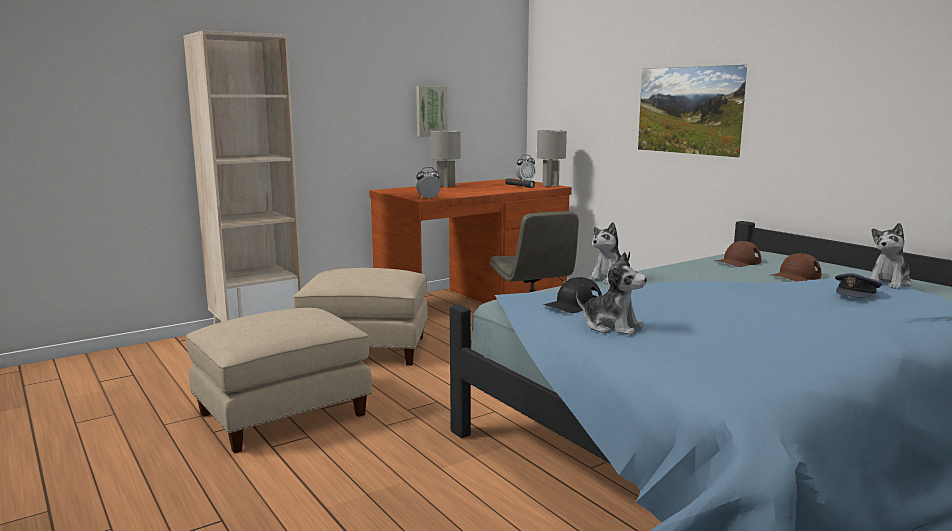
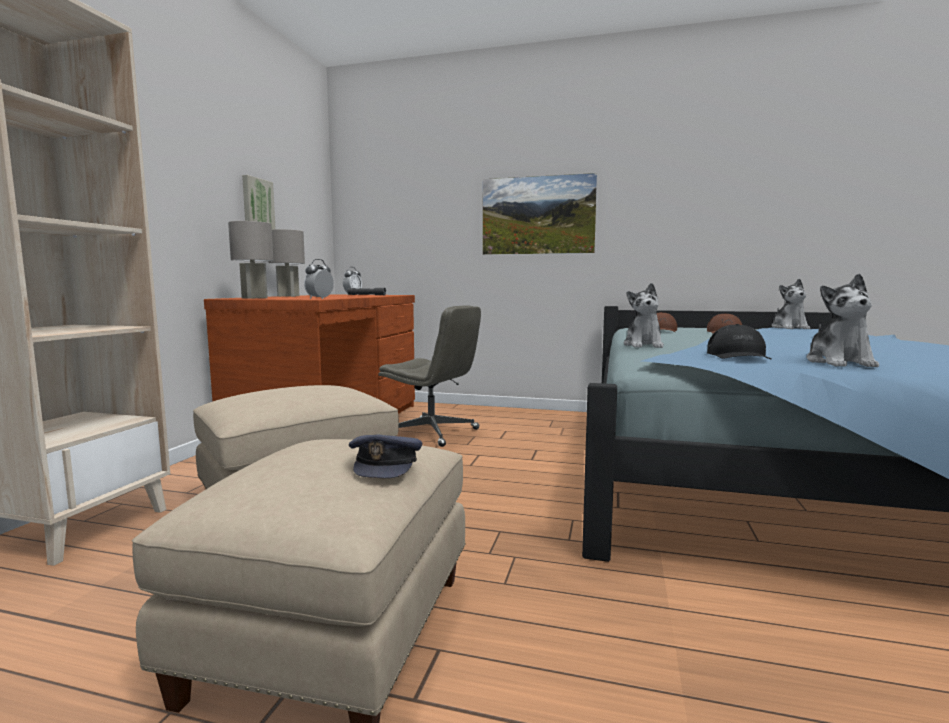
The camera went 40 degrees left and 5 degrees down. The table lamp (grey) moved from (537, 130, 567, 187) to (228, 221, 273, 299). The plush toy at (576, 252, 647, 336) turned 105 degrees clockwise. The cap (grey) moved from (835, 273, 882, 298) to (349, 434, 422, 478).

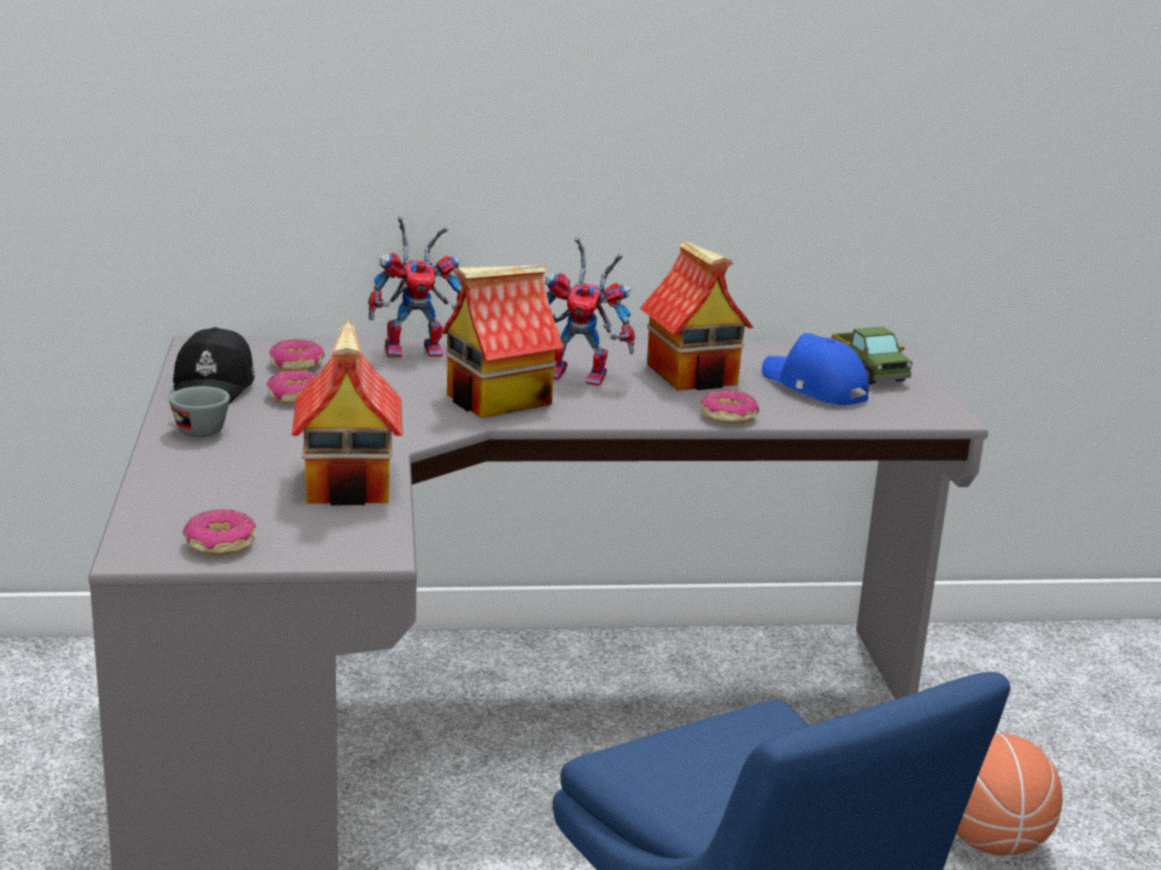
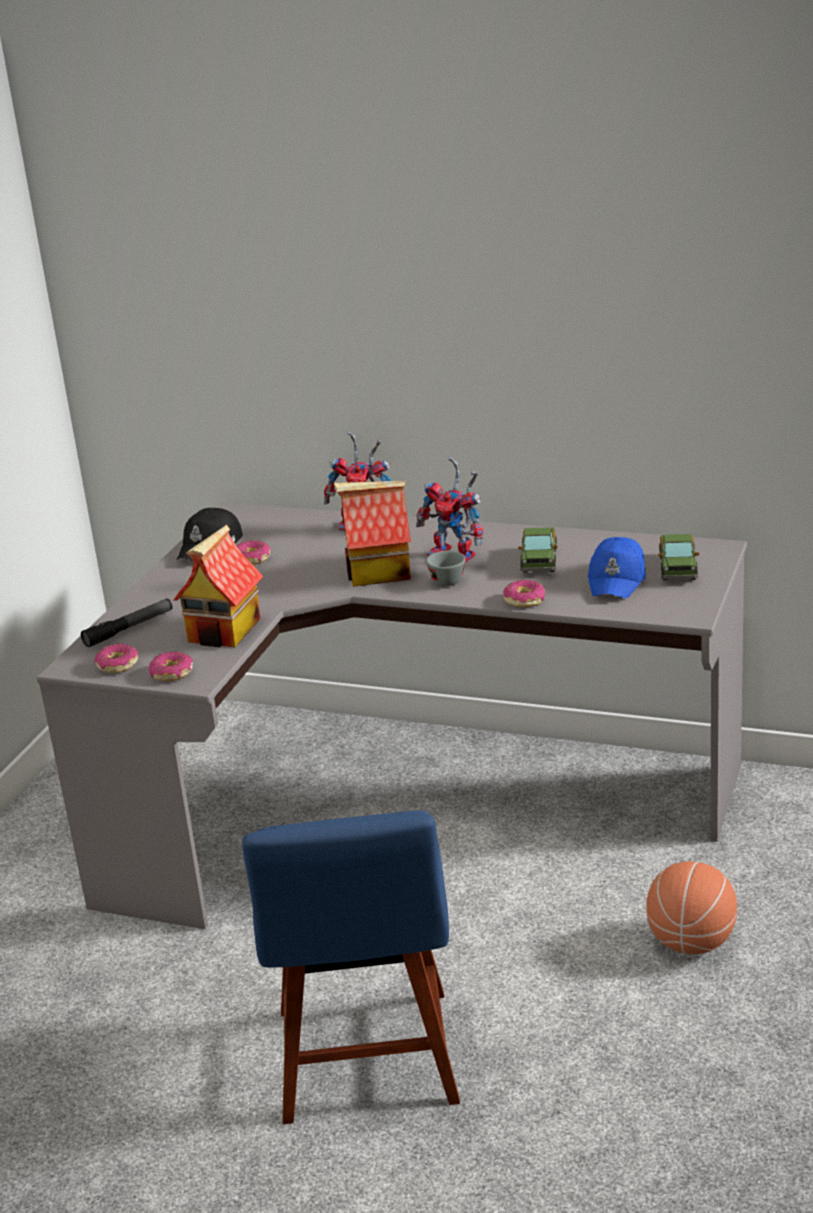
The camera went 30 degrees right and 5 degrees up. The cup (grey) moved from (169, 386, 230, 437) to (426, 551, 466, 586). The donut moved from (269, 339, 325, 371) to (149, 651, 193, 681). The toy house at (640, 240, 753, 391) was replaced by the toy truck at (518, 527, 558, 573). The cap (blue) at (762, 333, 869, 405) turned 150 degrees counterclockwise. The flashlight at (81, 598, 173, 647) appeared.

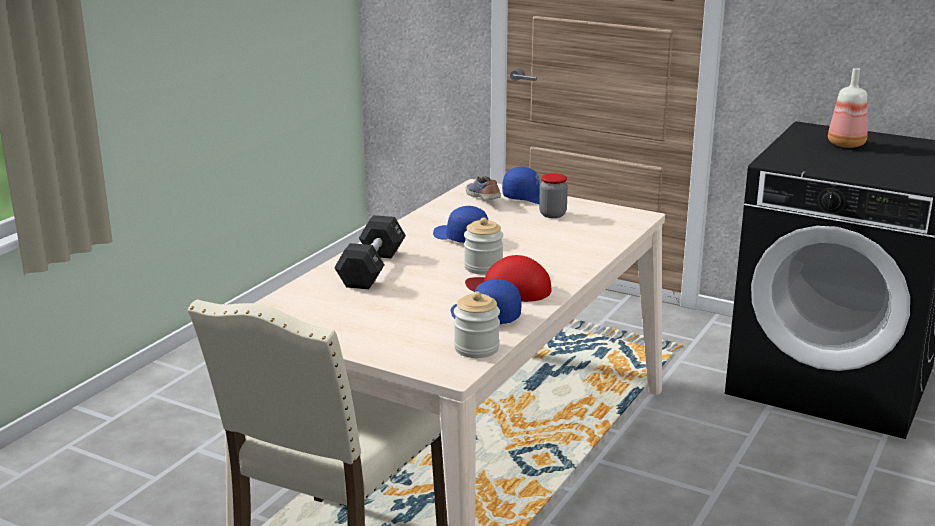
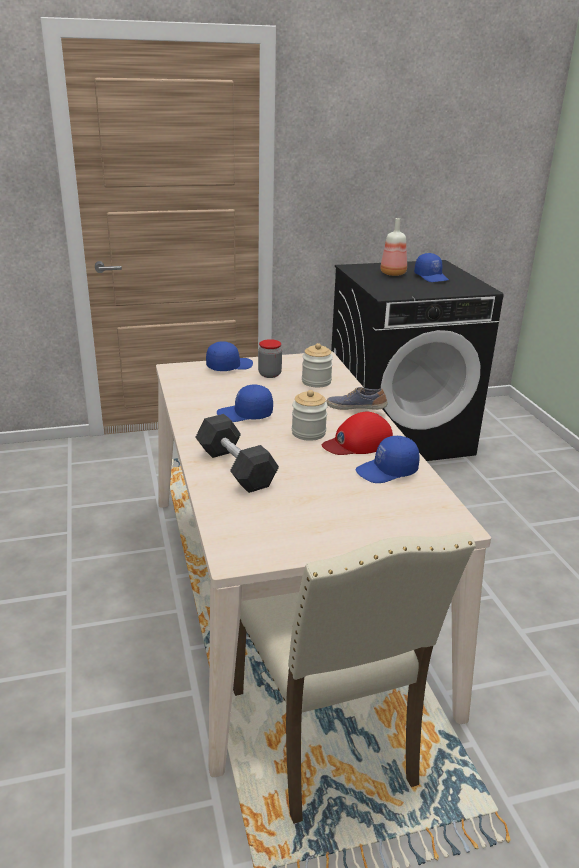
The camera went 45 degrees left and 5 degrees up. The jar moved from (454, 292, 500, 358) to (302, 343, 333, 387). The shoe moved from (466, 176, 501, 200) to (327, 387, 388, 410). The cap (blue) at (414, 253, 449, 282) appeared.

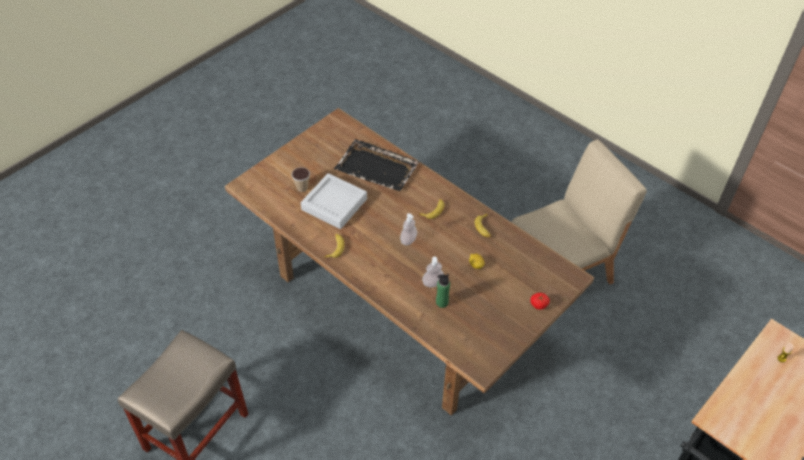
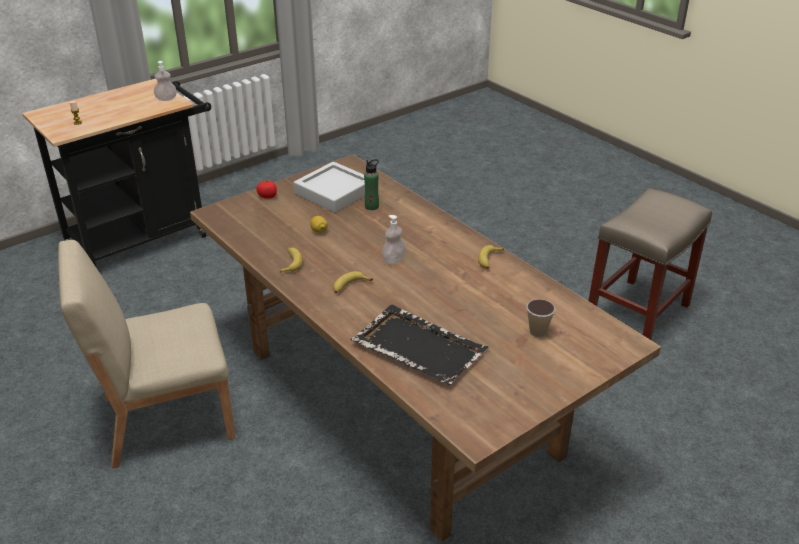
The camera went 170 degrees left and 15 degrees down. The tray (grey) moved from (301, 173, 367, 229) to (293, 162, 365, 213). The soap dispenser moved from (422, 256, 444, 287) to (154, 61, 177, 101).

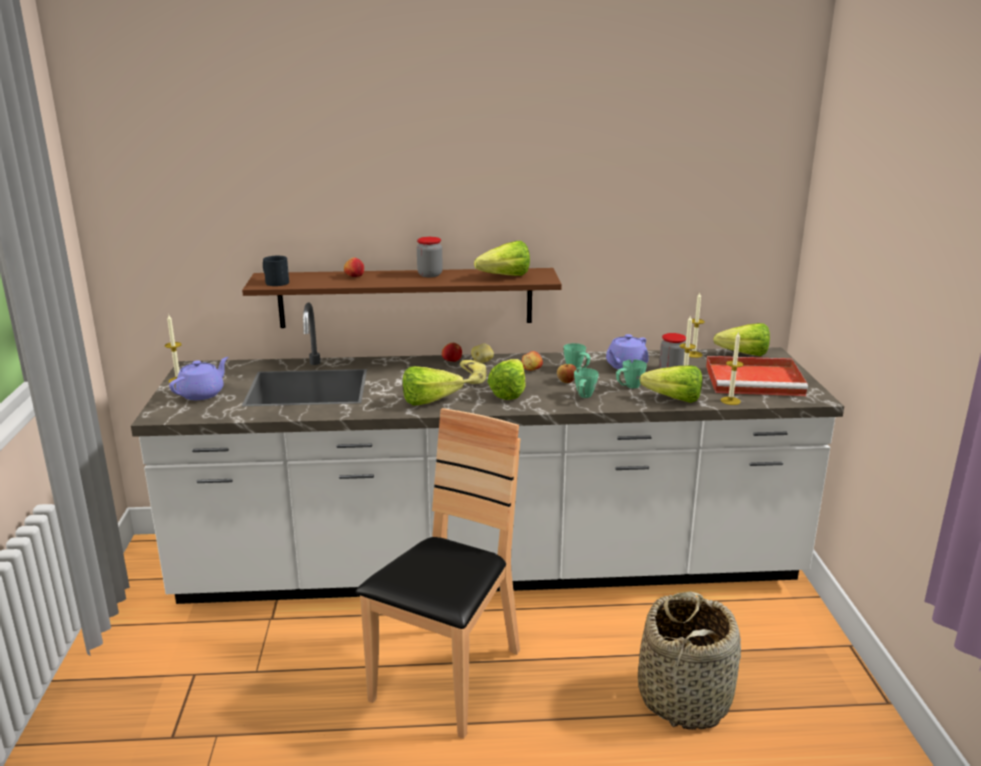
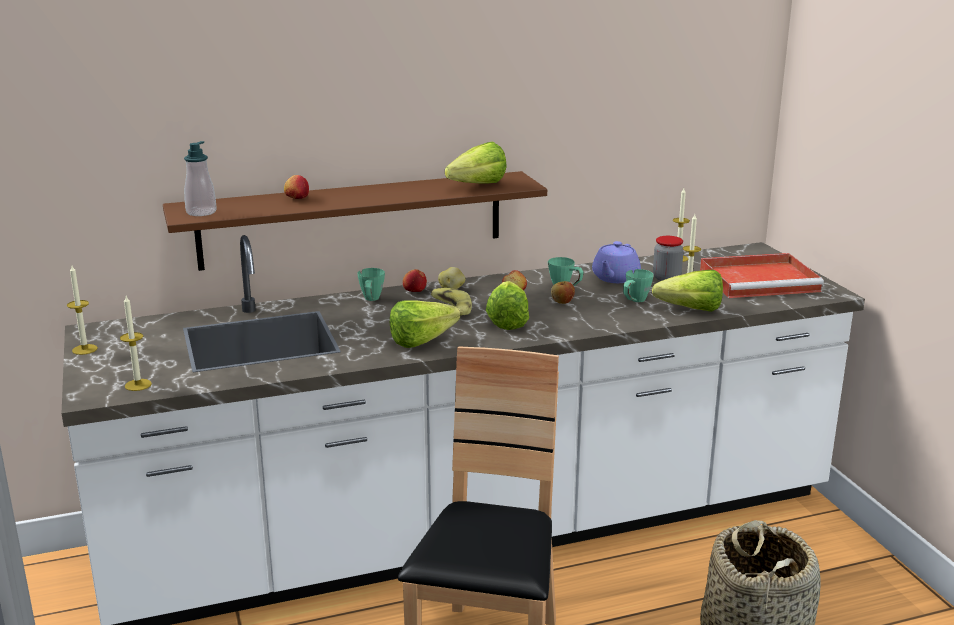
The camera went 15 degrees left and 0 degrees up. The teapot (purple) at (169, 357, 228, 400) disappeared. The mug (black) at (263, 256, 289, 286) was replaced by the soap dispenser at (184, 141, 217, 216). The jar at (417, 237, 443, 277) disappeared. The mug (green) moved from (574, 368, 599, 398) to (357, 268, 385, 301). The lettuce at (713, 323, 770, 356) disappeared. The candle moved from (721, 331, 744, 405) to (120, 296, 152, 391).

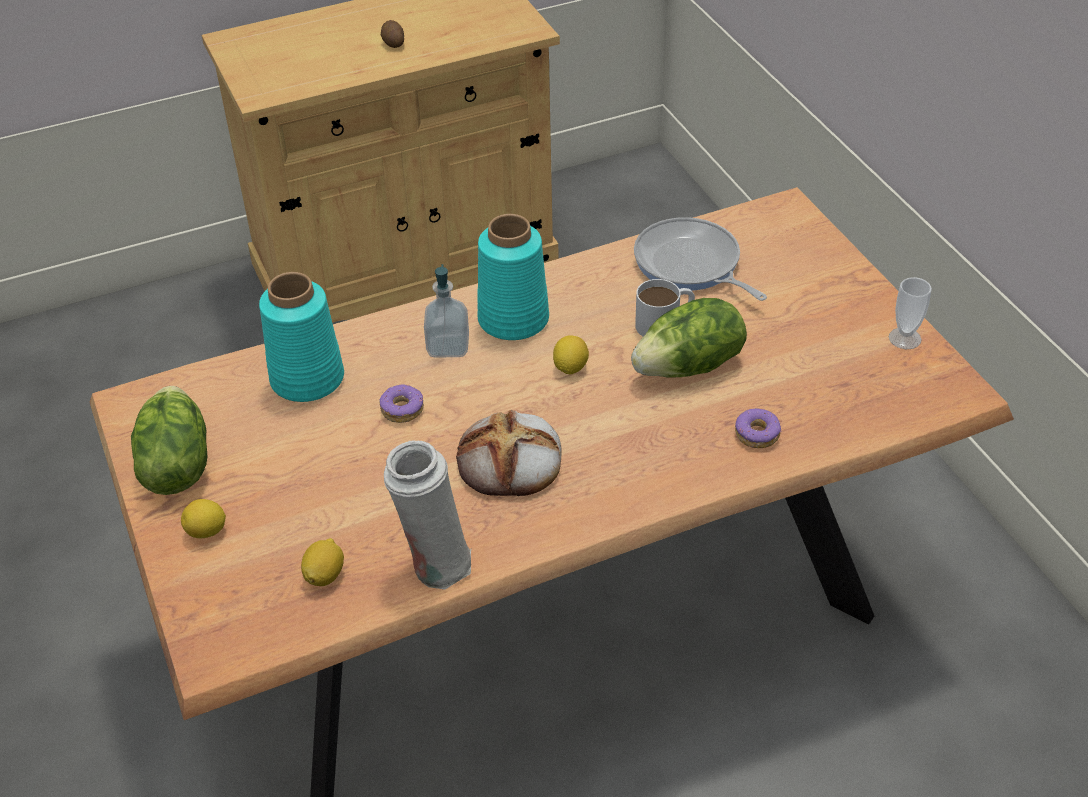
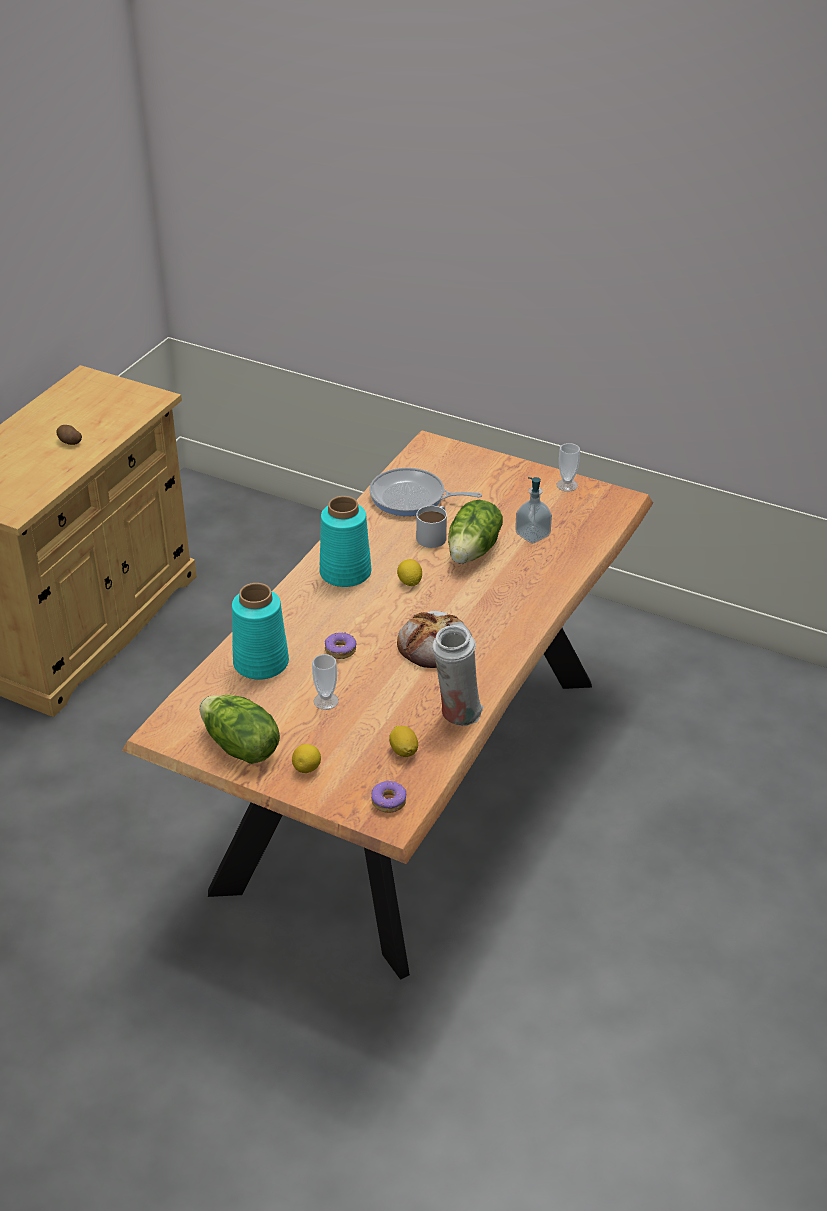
The camera went 40 degrees left and 5 degrees down. The soap dispenser moved from (424, 264, 469, 358) to (515, 477, 552, 544). The donut moved from (735, 408, 781, 448) to (371, 781, 406, 813). The cup at (312, 654, 339, 710) appeared.

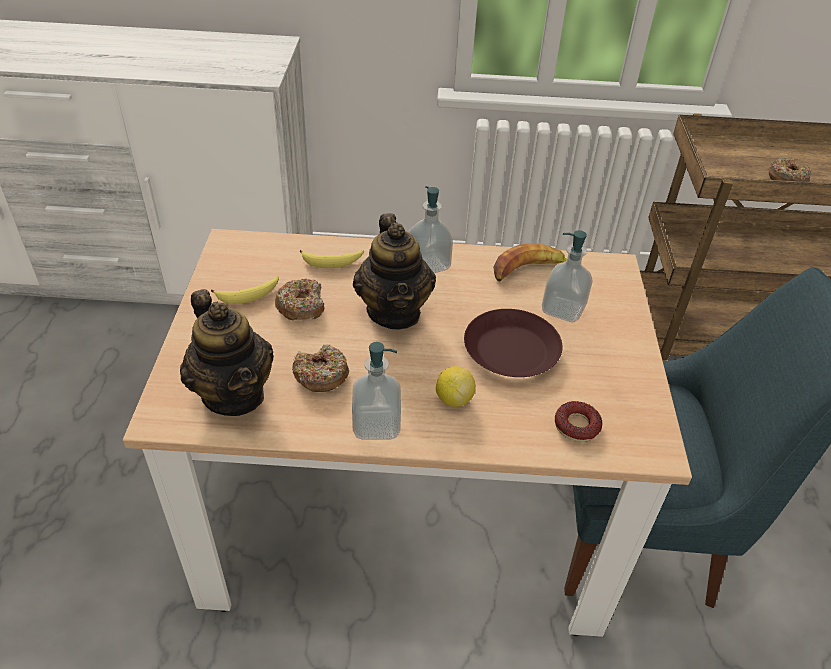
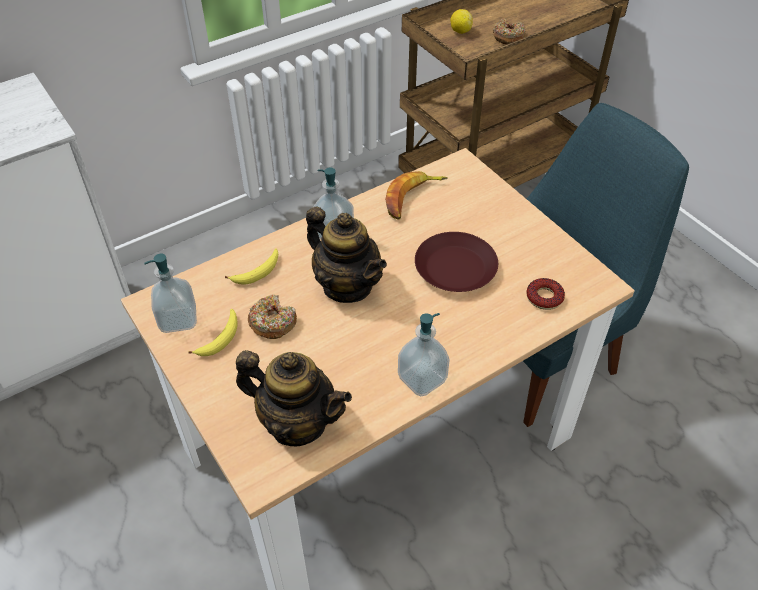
The camera went 35 degrees left and 5 degrees up. The donut at (292, 344, 349, 392) disappeared. The lemon moved from (436, 366, 476, 407) to (450, 9, 473, 34). The soap dispenser moved from (542, 230, 593, 323) to (144, 254, 197, 333).

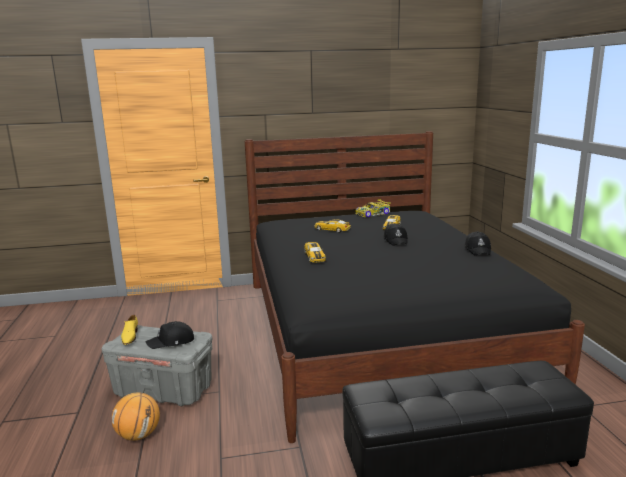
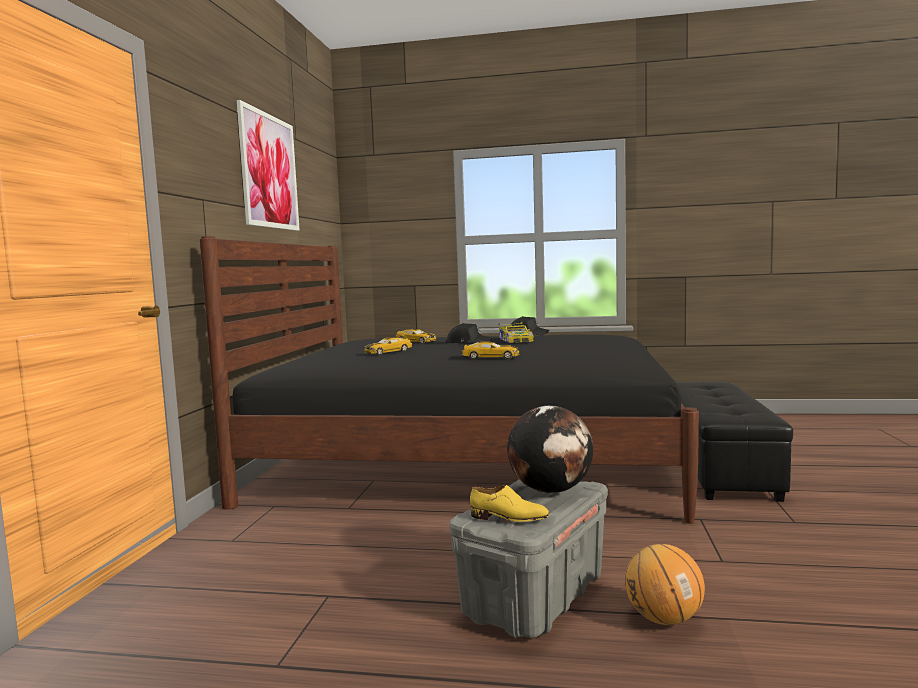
The camera went 70 degrees left and 10 degrees down. The cap (black) at (146, 321, 194, 349) was replaced by the globe at (507, 406, 593, 493). The toy car moved from (355, 199, 391, 217) to (499, 322, 534, 343). The picture at (237, 100, 300, 231) appeared.

